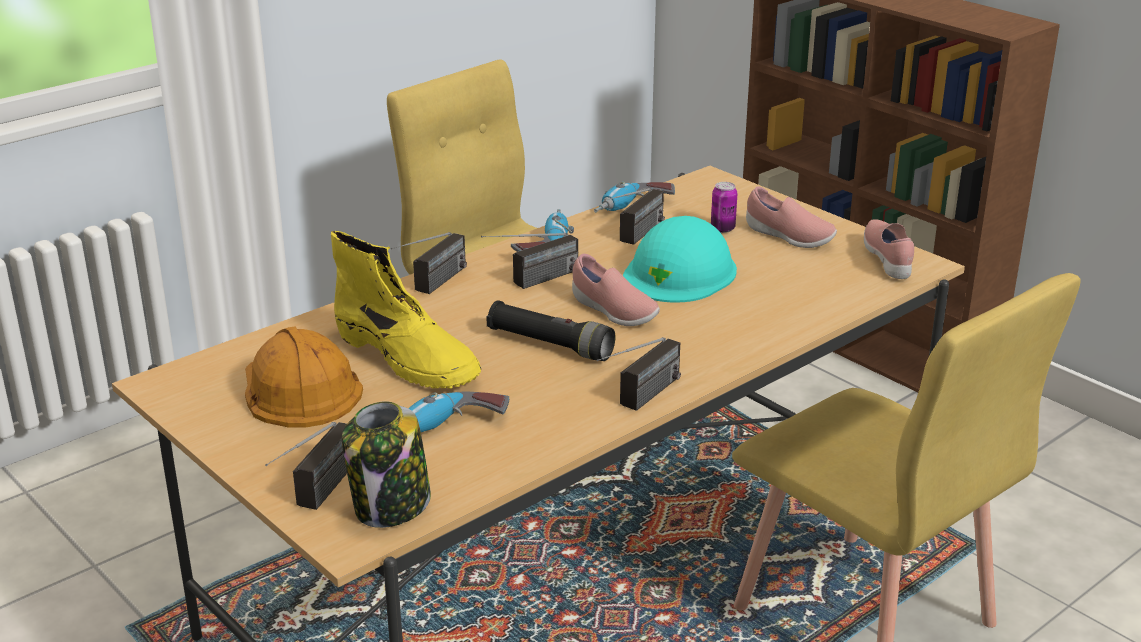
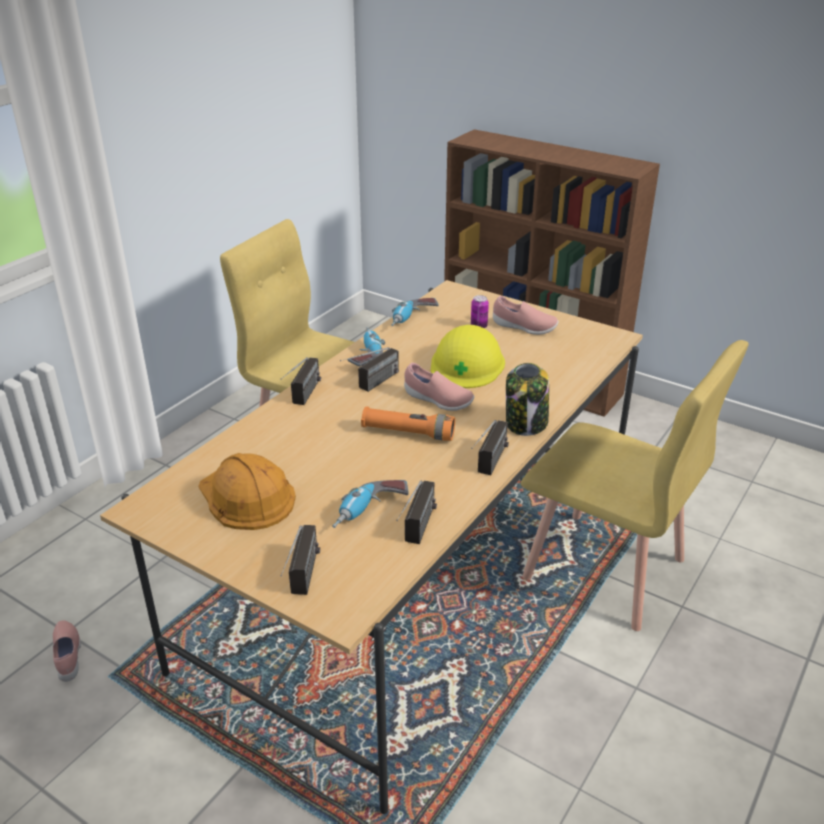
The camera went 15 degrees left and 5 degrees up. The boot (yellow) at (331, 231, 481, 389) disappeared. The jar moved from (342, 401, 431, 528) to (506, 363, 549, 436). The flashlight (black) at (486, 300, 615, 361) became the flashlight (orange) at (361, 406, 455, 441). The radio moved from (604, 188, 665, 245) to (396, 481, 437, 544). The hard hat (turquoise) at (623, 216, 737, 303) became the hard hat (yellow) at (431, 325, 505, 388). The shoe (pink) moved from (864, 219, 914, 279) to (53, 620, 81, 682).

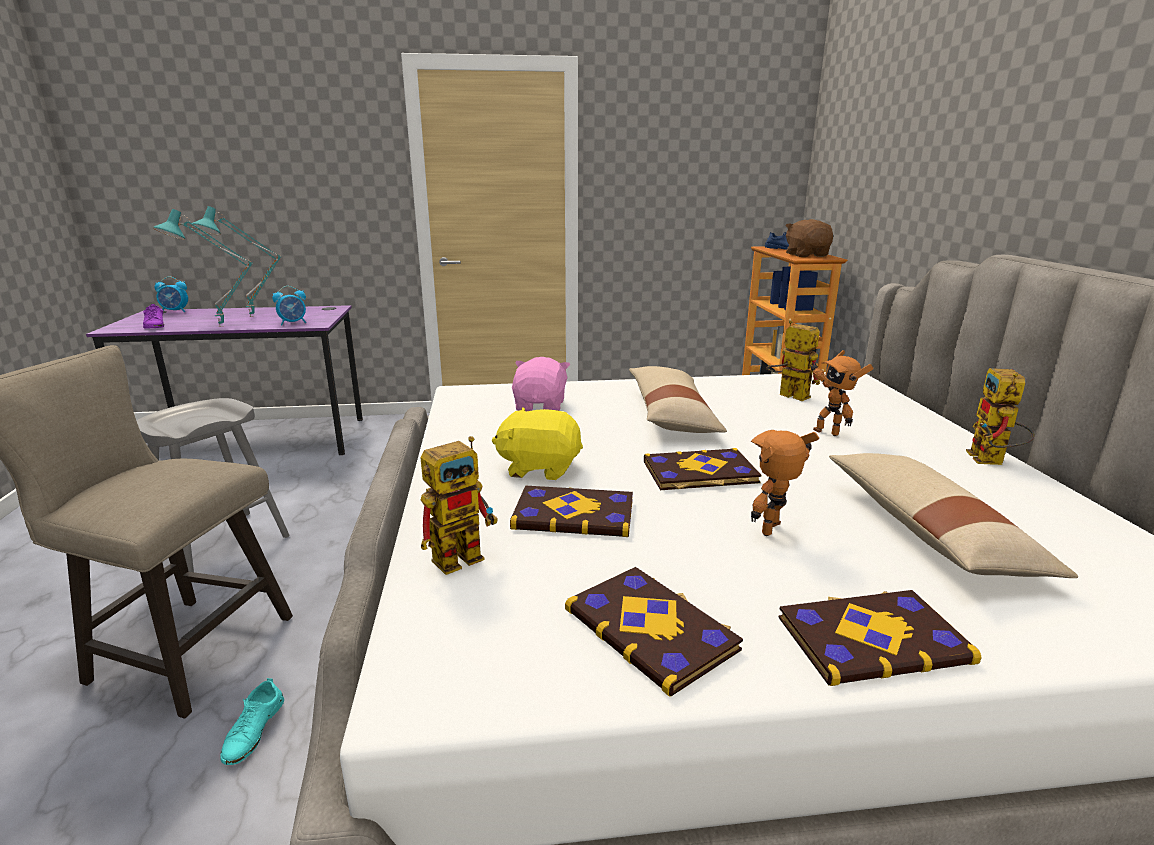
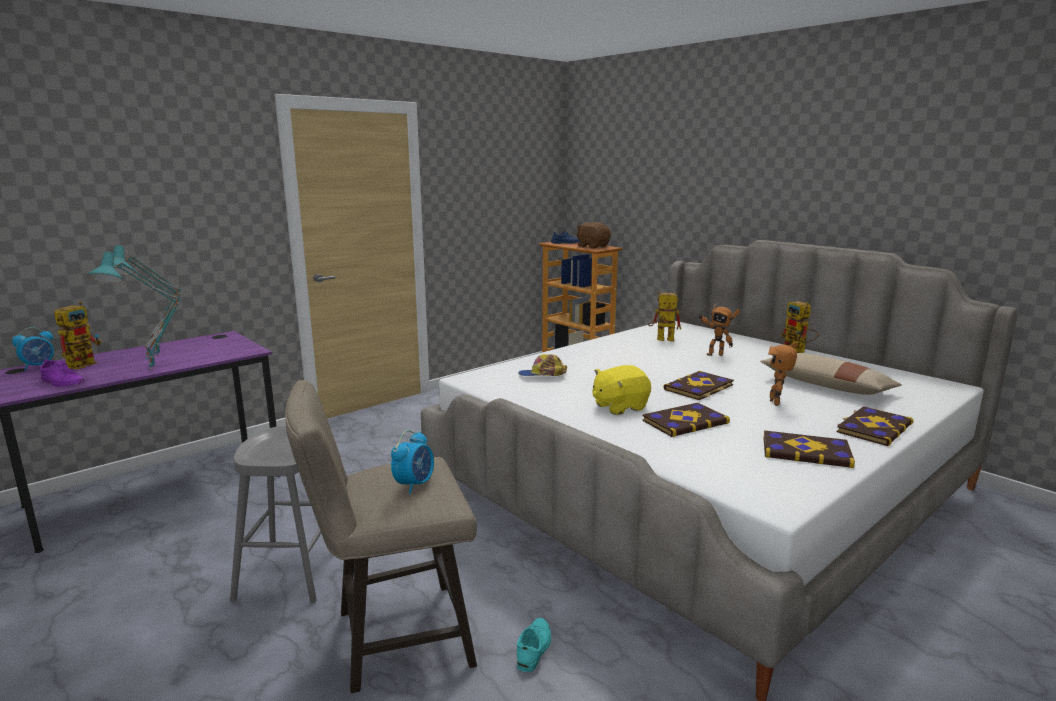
The camera went 35 degrees left and 5 degrees down. The shoe (turquoise) at (220, 678, 284, 765) turned 135 degrees counterclockwise. The alarm clock moved from (272, 286, 306, 326) to (391, 430, 434, 494). The toy robot moved from (420, 436, 498, 575) to (54, 302, 102, 369). The plush toy (pink) at (512, 357, 570, 411) was replaced by the cap at (518, 354, 567, 376). The pillow (beige) at (629, 366, 727, 433) disappeared.

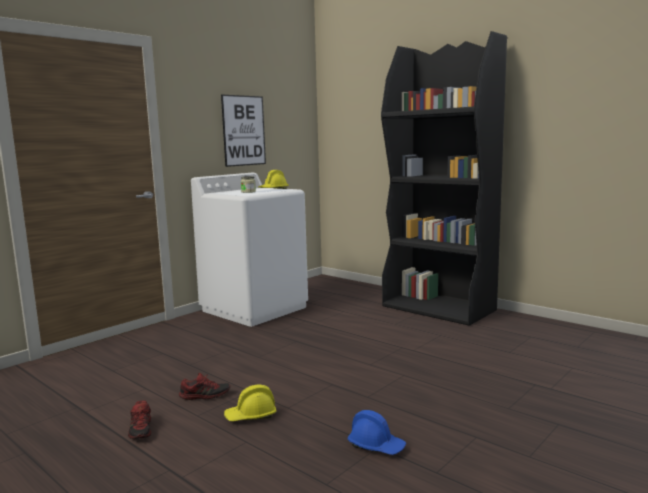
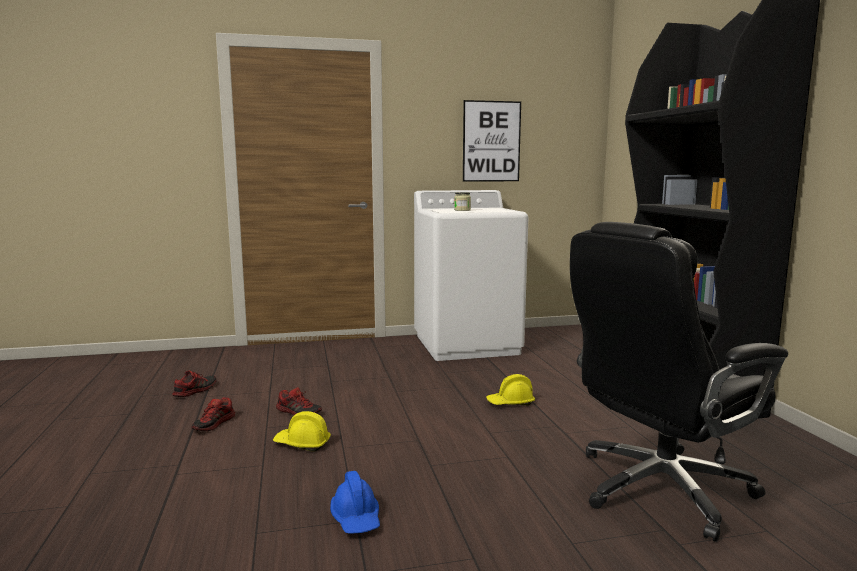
The camera went 35 degrees right and 0 degrees up. The hard hat (yellow) moved from (258, 170, 289, 189) to (486, 374, 535, 406). The shoe at (173, 370, 216, 397) appeared. The office chair (black) at (570, 222, 788, 542) appeared.

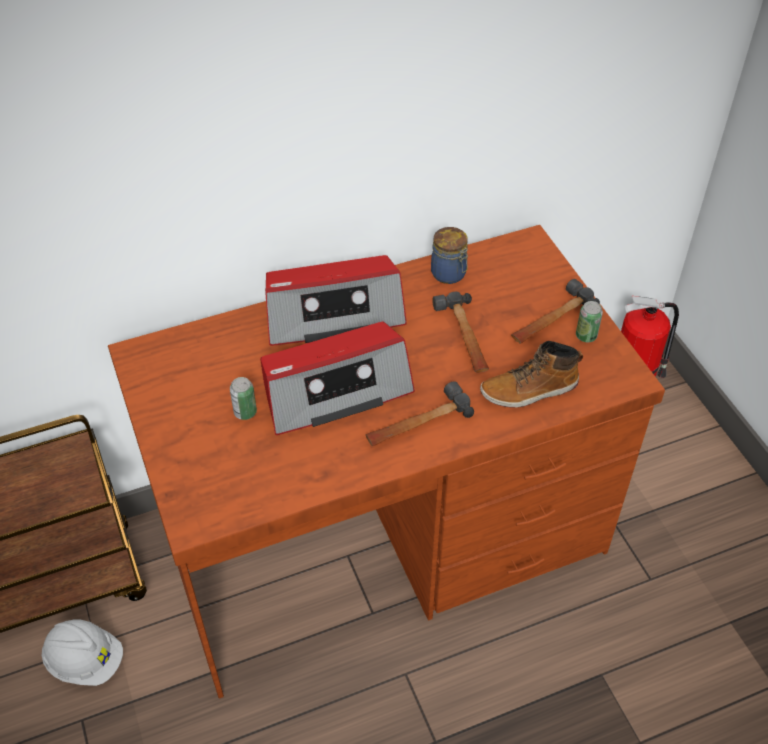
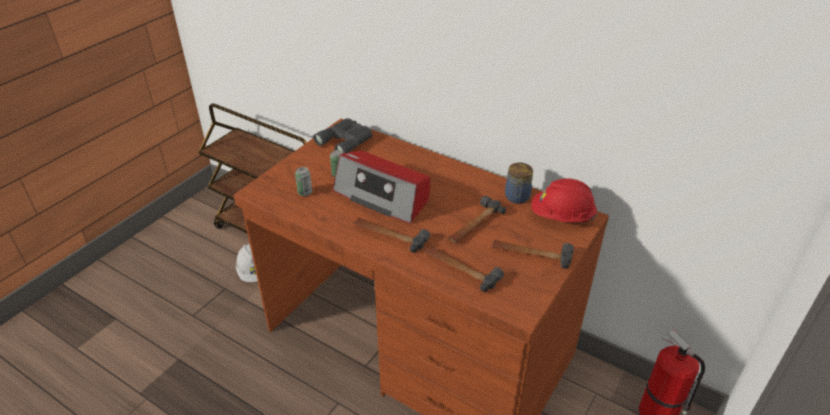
The camera went 55 degrees right and 10 degrees down. The radio at (265, 255, 407, 346) disappeared. The boot at (480, 341, 583, 408) was replaced by the hammer at (425, 246, 504, 292). The can moved from (576, 301, 603, 342) to (295, 167, 312, 196). The binoculars (grey) at (313, 118, 373, 154) appeared. The hard hat (red) at (531, 179, 597, 222) appeared.

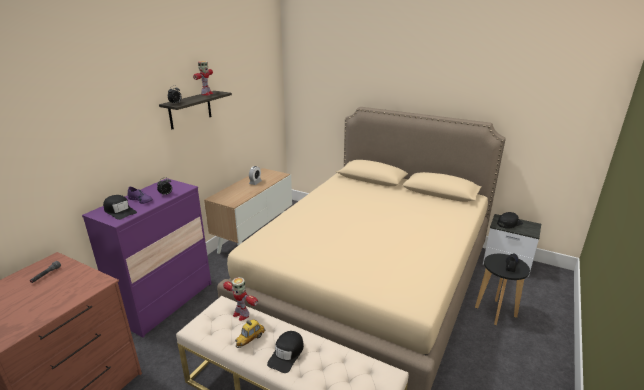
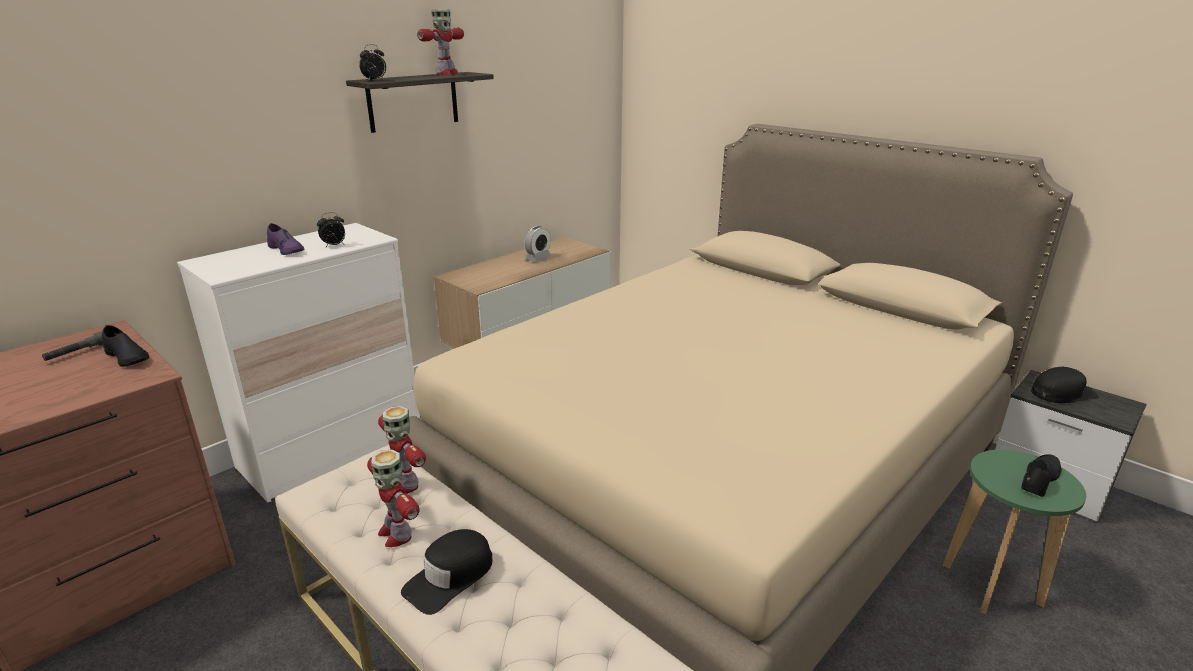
The camera went 15 degrees right and 0 degrees up. The dresser (purple) at (82, 178, 211, 338) became the dresser (white) at (177, 223, 420, 503). The cap (black) at (103, 195, 137, 220) disappeared. The toy car at (235, 320, 266, 348) was replaced by the toy robot at (367, 449, 420, 547). The stool (black) at (475, 254, 530, 325) became the stool (green) at (942, 450, 1086, 615). The shoe (black) at (102, 325, 149, 367) appeared.

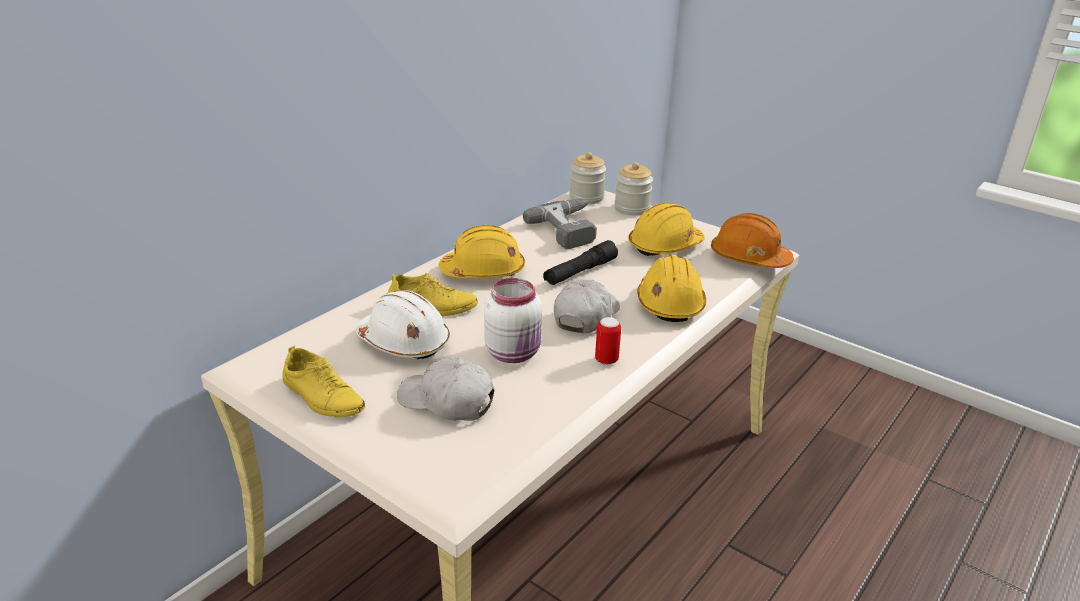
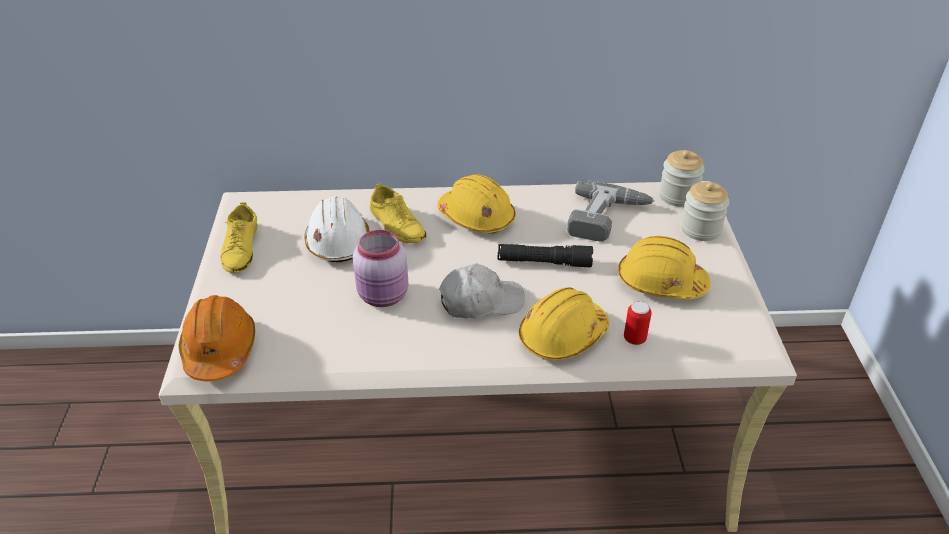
The camera went 50 degrees right and 10 degrees up. The cap (white) at (397, 357, 494, 421) disappeared. The jar (white) at (484, 278, 542, 363) became the jar (pink) at (353, 230, 409, 307). The can moved from (595, 317, 621, 365) to (624, 301, 651, 345). The hard hat (orange) moved from (711, 213, 794, 268) to (179, 295, 255, 382).

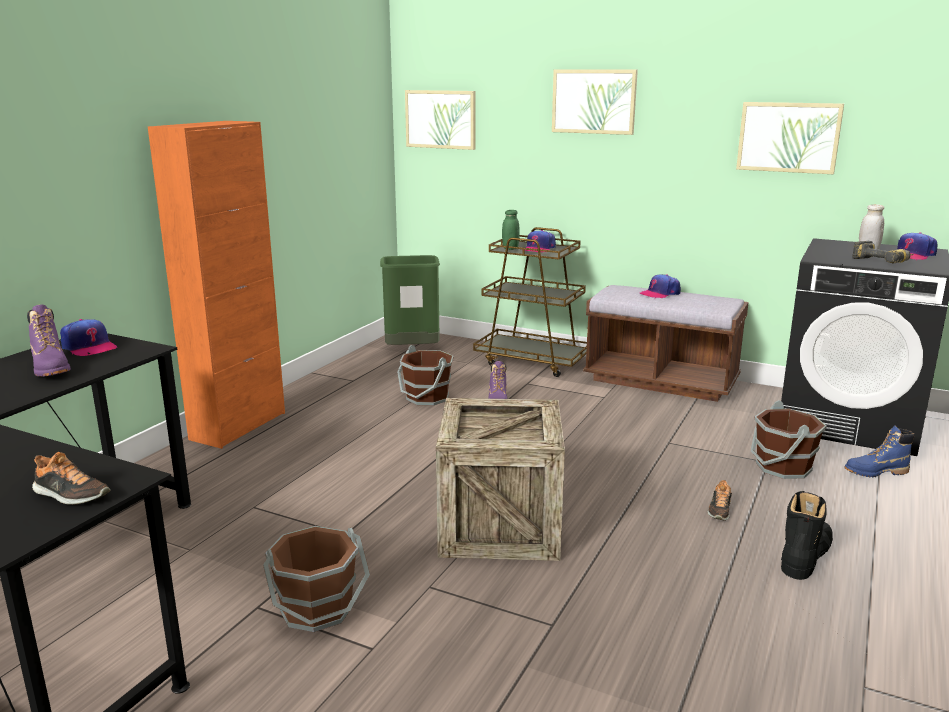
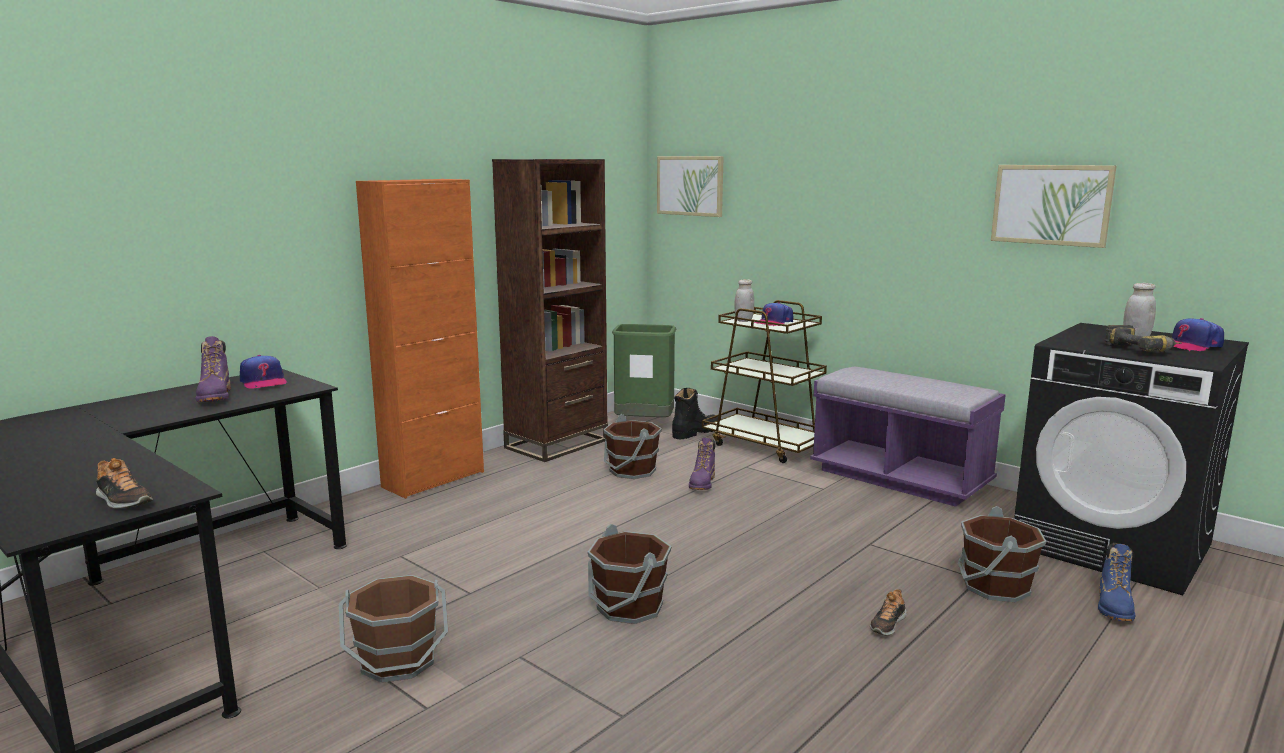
The camera went 15 degrees right and 5 degrees down. The crate at (436, 398, 565, 561) was replaced by the bucket (brown) at (588, 524, 672, 624). The jar (green) at (502, 210, 520, 250) became the jar (white) at (734, 279, 754, 322). The picture at (552, 69, 638, 135) disappeared. The bench (brown) at (583, 285, 749, 402) became the bench (purple) at (810, 367, 1006, 507). The cap at (640, 274, 681, 298) disappeared. The boot (black) moved from (781, 491, 833, 580) to (672, 388, 718, 439). The boot (blue) at (845, 425, 915, 477) turned 75 degrees counterclockwise. The bookcase (brown) at (492, 159, 608, 462) appeared.

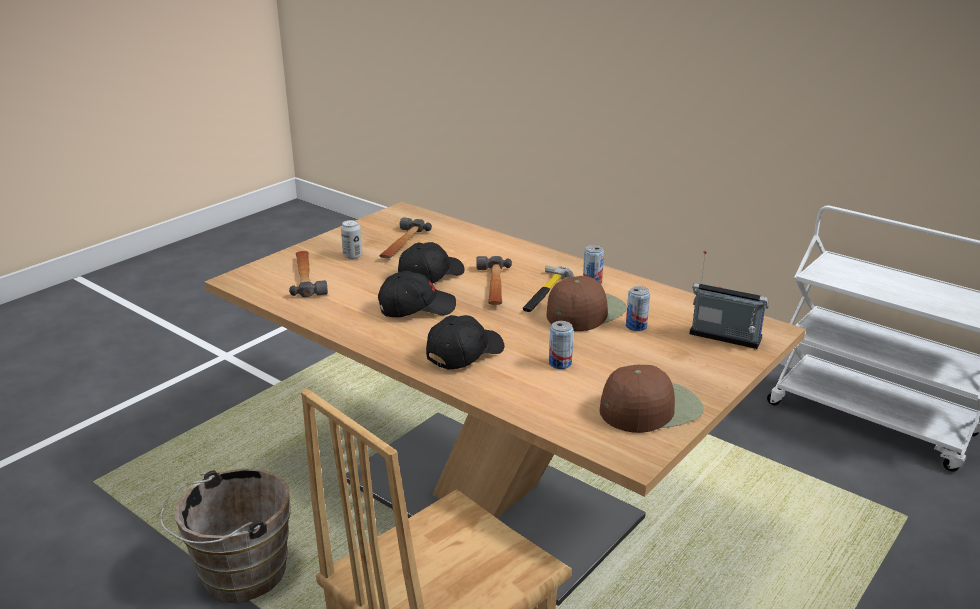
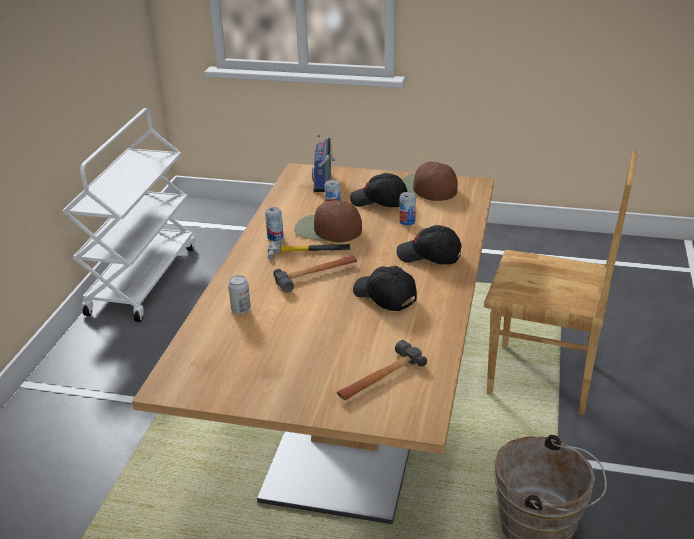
The camera went 115 degrees left and 5 degrees up. The can moved from (341, 220, 362, 259) to (228, 275, 251, 314). The hammer at (379, 217, 432, 259) disappeared. The cap (black) moved from (398, 242, 465, 284) to (350, 173, 407, 207).

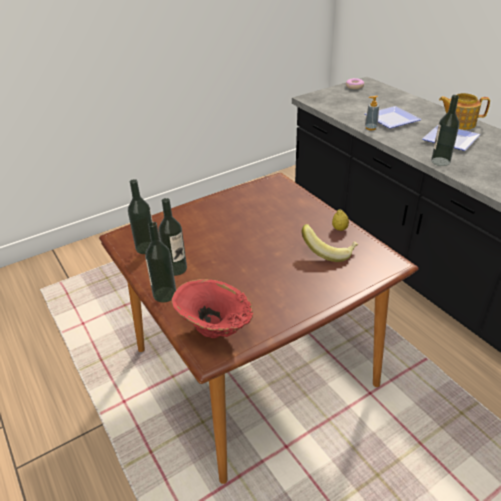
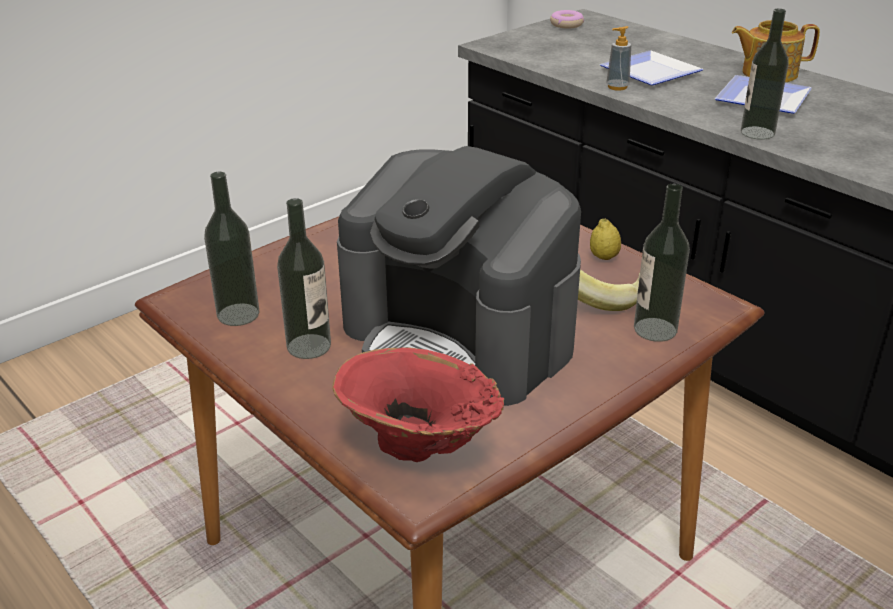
The camera went 10 degrees left and 5 degrees down. The bottle moved from (145, 222, 176, 303) to (634, 184, 690, 342). The coffee machine at (337, 146, 581, 406) appeared.

